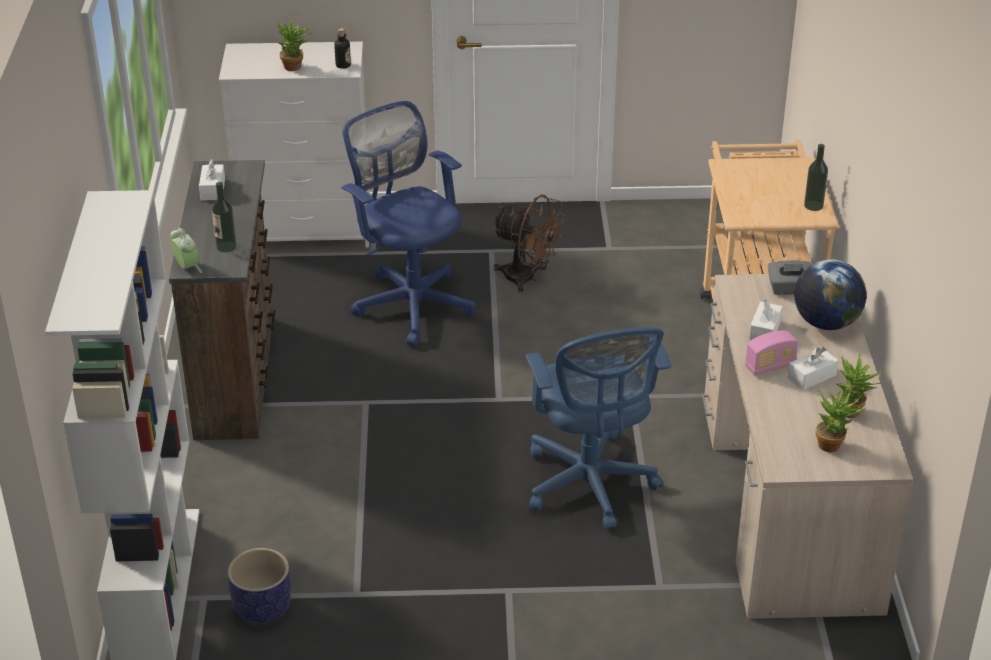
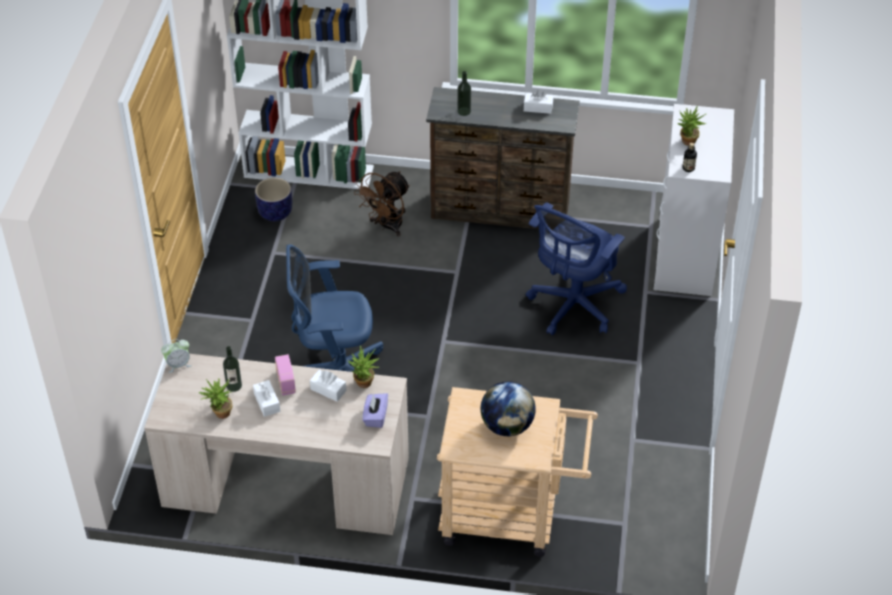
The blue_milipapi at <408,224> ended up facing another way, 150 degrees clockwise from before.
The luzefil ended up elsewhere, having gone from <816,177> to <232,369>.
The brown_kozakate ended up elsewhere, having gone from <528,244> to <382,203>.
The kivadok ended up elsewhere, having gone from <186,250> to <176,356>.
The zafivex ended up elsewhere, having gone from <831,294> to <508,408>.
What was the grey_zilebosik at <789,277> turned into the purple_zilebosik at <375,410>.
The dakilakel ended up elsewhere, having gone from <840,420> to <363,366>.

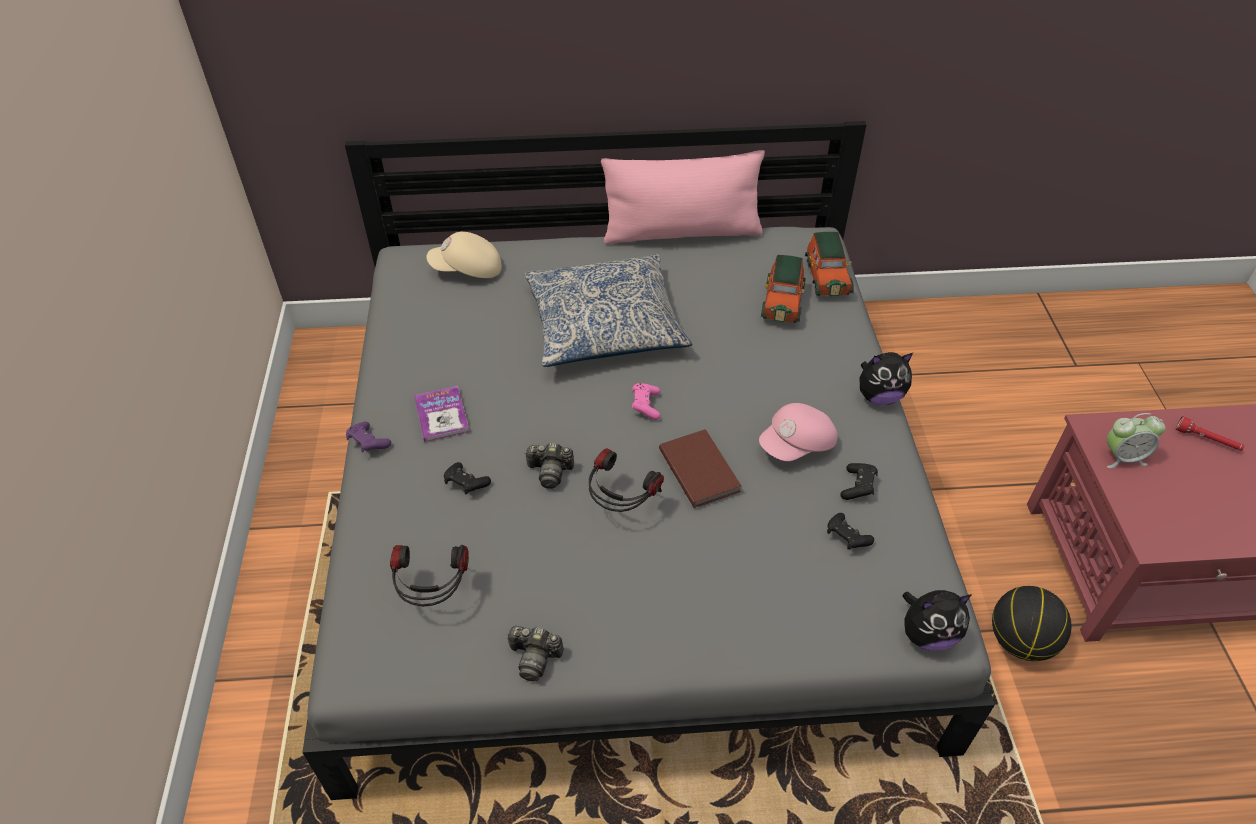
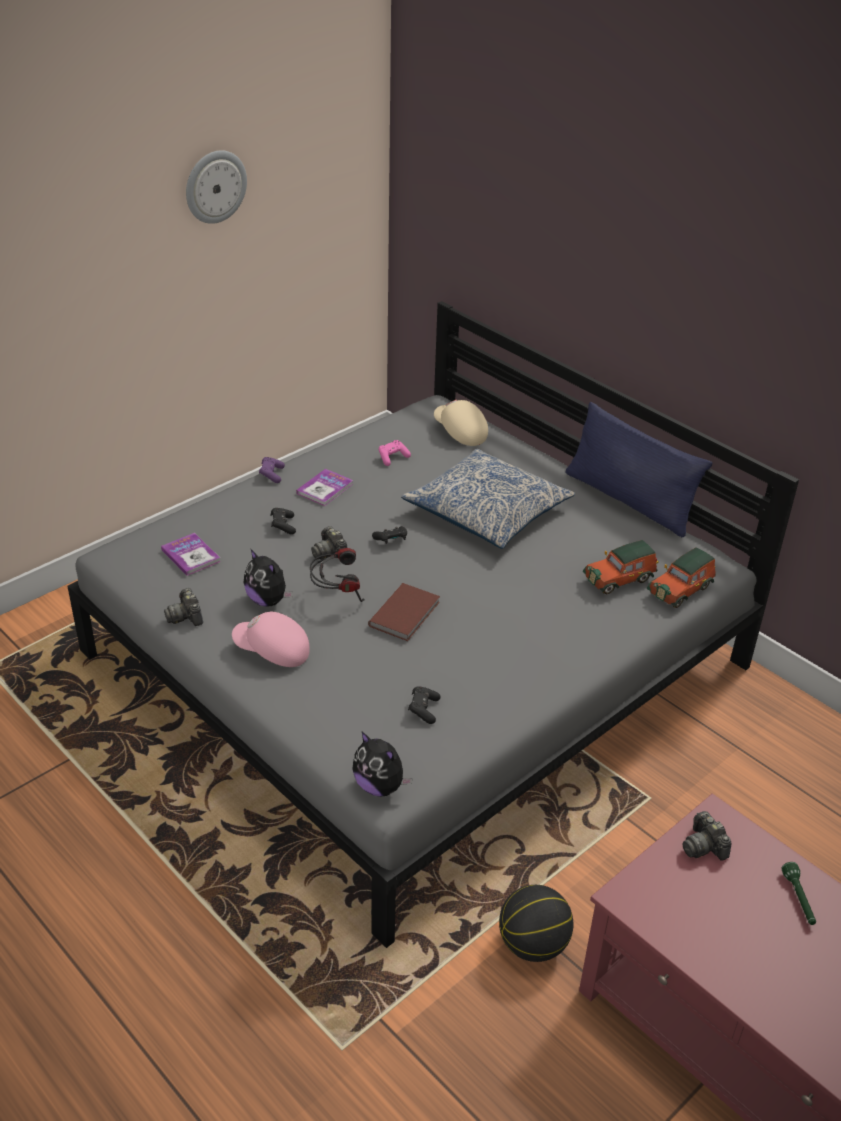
What was the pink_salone at <683,197> turned into the blue_salone at <638,469>.
The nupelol ended up elsewhere, having gone from <886,378> to <268,578>.
The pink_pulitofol ended up elsewhere, having gone from <646,401> to <395,453>.
The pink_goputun ended up elsewhere, having gone from <798,432> to <271,639>.
Where the kivadok stood at <1136,440>, the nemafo came to stand at <707,835>.
What was the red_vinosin at <1209,433> turned into the green_vinosin at <798,893>.
The black_pulitofol ended up elsewhere, having gone from <859,481> to <389,535>.
Where the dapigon stood at <429,576>, the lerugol came to stand at <190,554>.
The second view gained the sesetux at <216,187>.

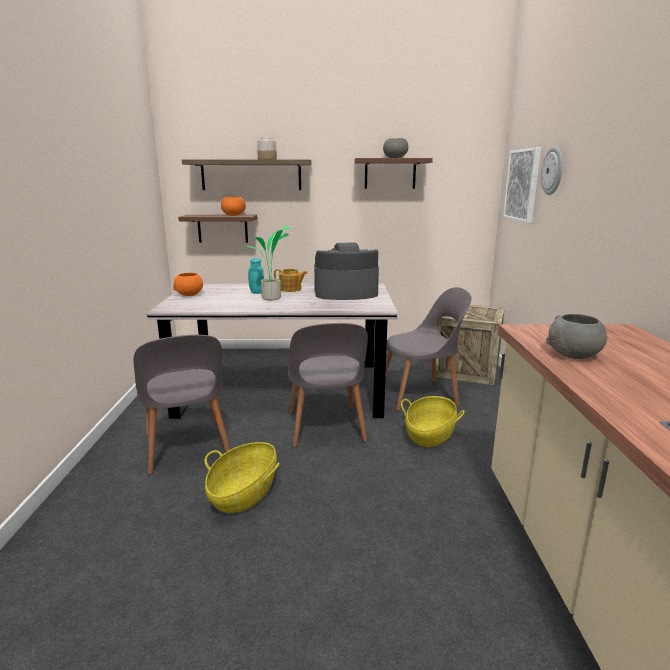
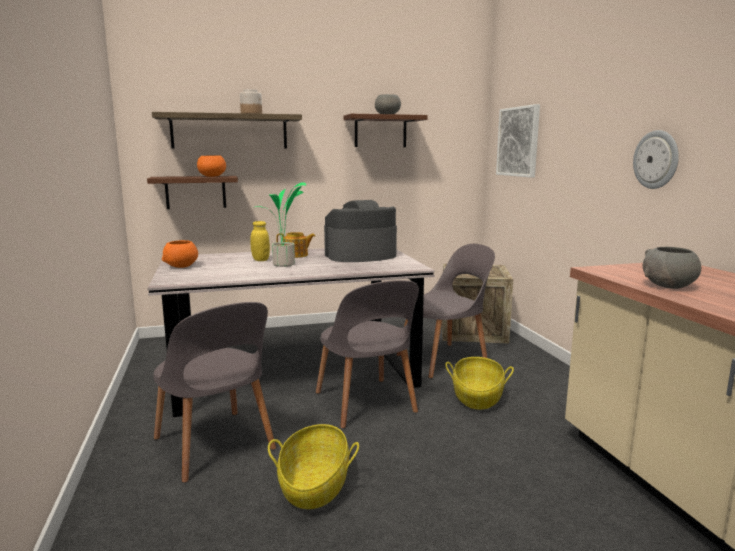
The sesetux ended up elsewhere, having gone from <552,170> to <656,159>.
What was the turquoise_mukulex at <256,276> turned into the yellow_mukulex at <260,241>.

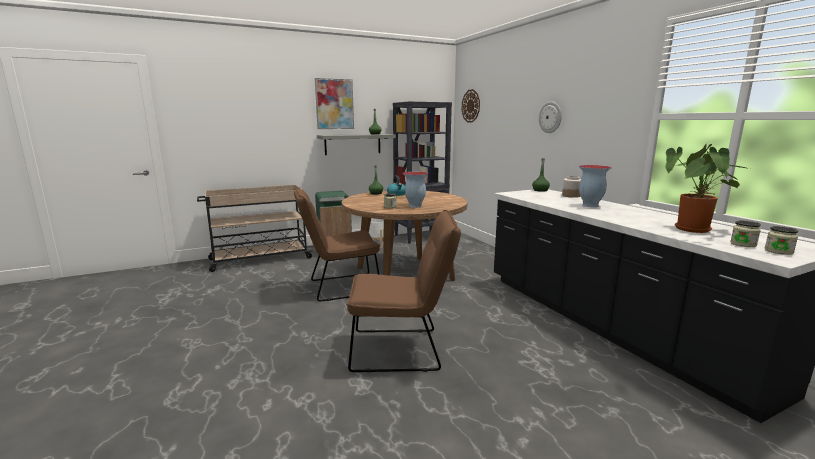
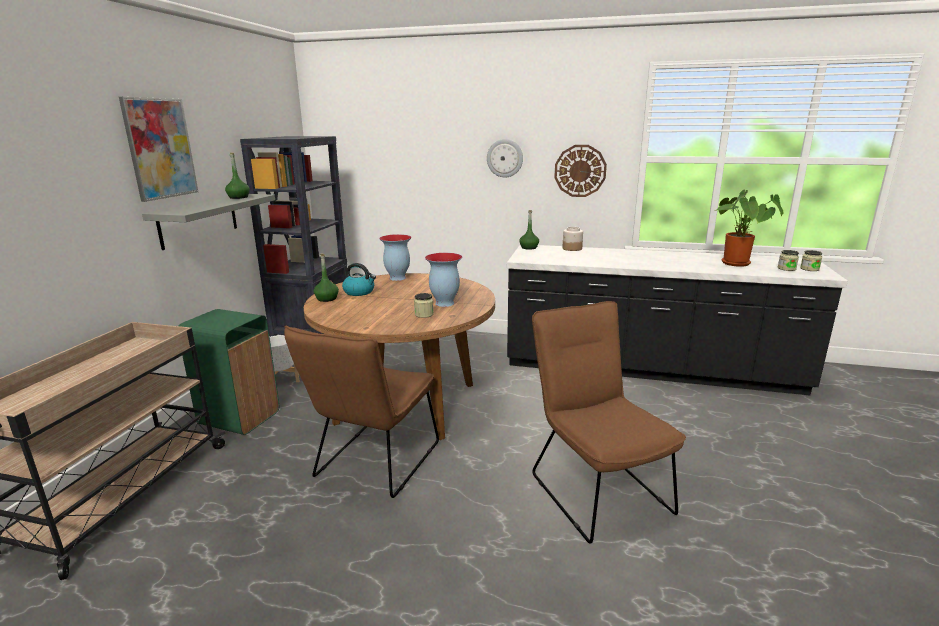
The sesetux ended up elsewhere, having gone from <471,106> to <580,171>.
The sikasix ended up elsewhere, having gone from <595,186> to <395,257>.
The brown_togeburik at <403,291> ended up facing another way, 60 degrees counterclockwise from before.

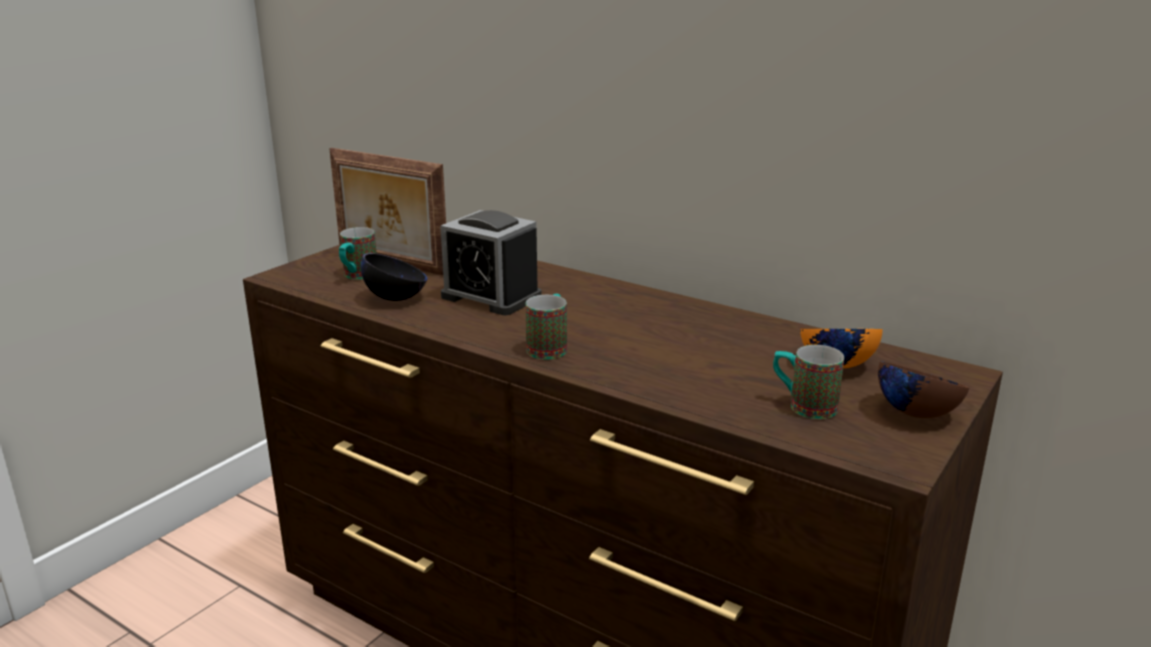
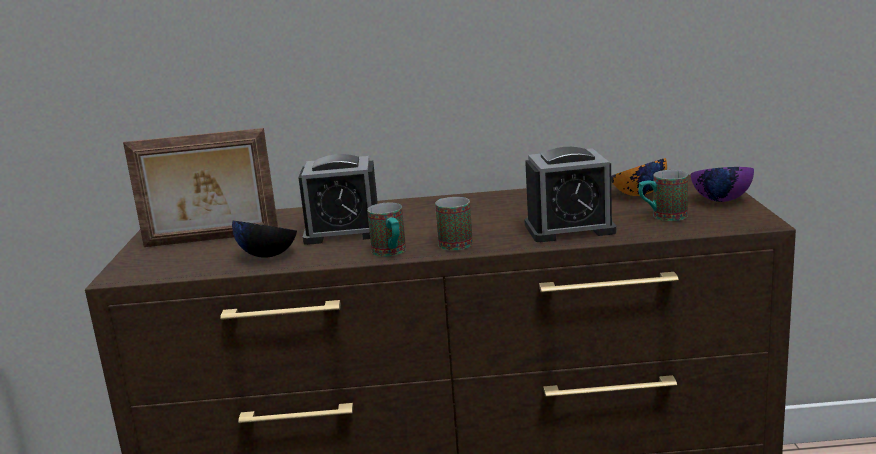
The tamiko ended up elsewhere, having gone from <358,253> to <386,229>.
What was the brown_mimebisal at <923,389> turned into the purple_mimebisal at <722,184>.
The second view gained the kivadok at <571,194>.

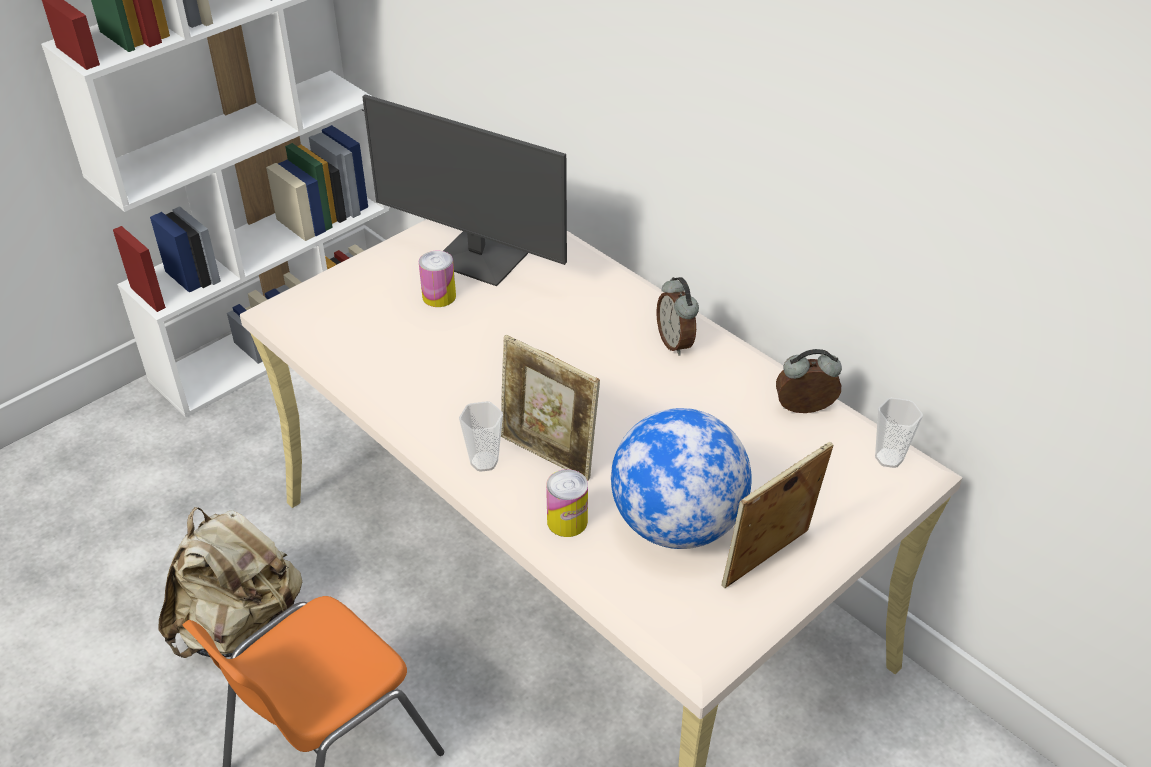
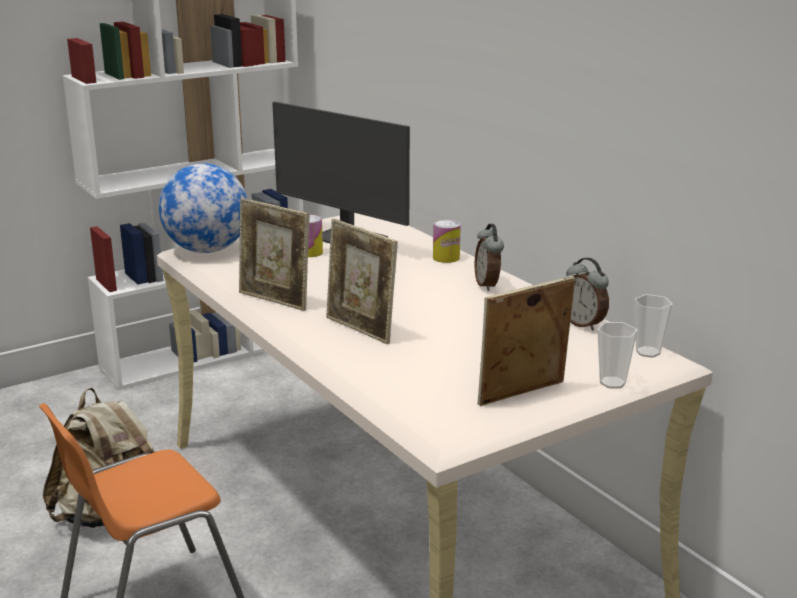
The kivadok at <809,381> ended up facing another way, 135 degrees counterclockwise from before.
The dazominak ended up elsewhere, having gone from <481,436> to <617,355>.
The zafivex ended up elsewhere, having gone from <681,478> to <203,208>.
The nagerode ended up elsewhere, having gone from <567,503> to <447,241>.
The second view gained the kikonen at <274,254>.

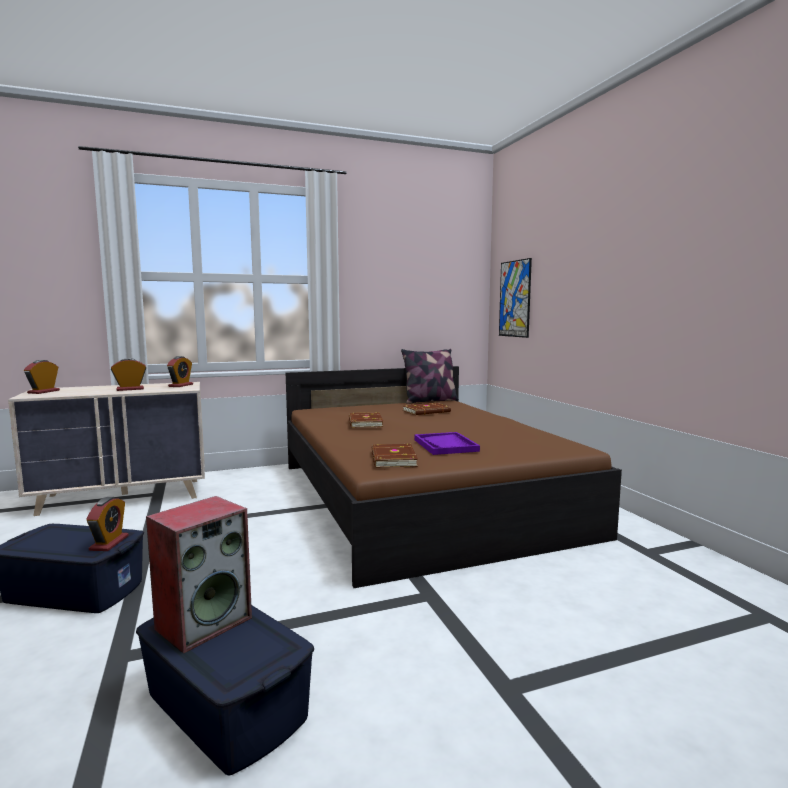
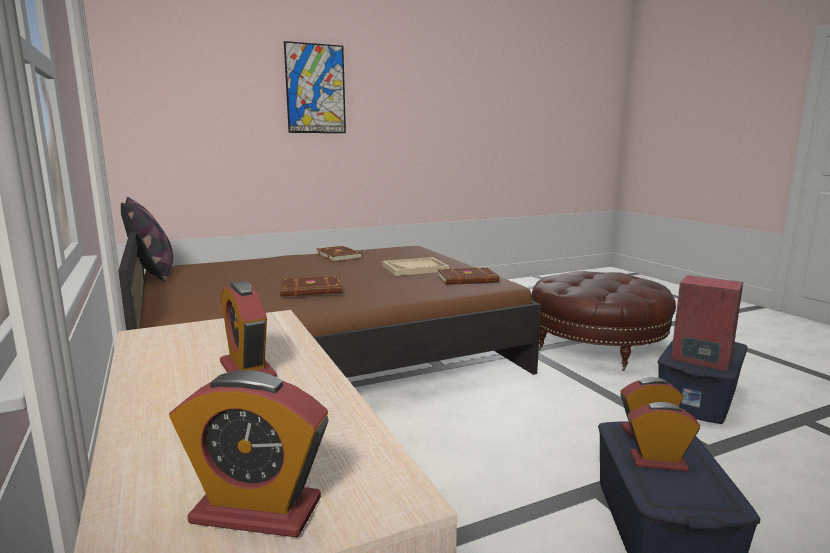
The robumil ended up elsewhere, having gone from <515,298> to <315,87>.
The kivadok ended up elsewhere, having gone from <180,371> to <663,437>.
The brown_lerugol ended up elsewhere, having gone from <427,409> to <340,254>.
What was the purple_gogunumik at <447,443> turned into the beige_gogunumik at <415,266>.
The second view gained the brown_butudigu at <603,321>.

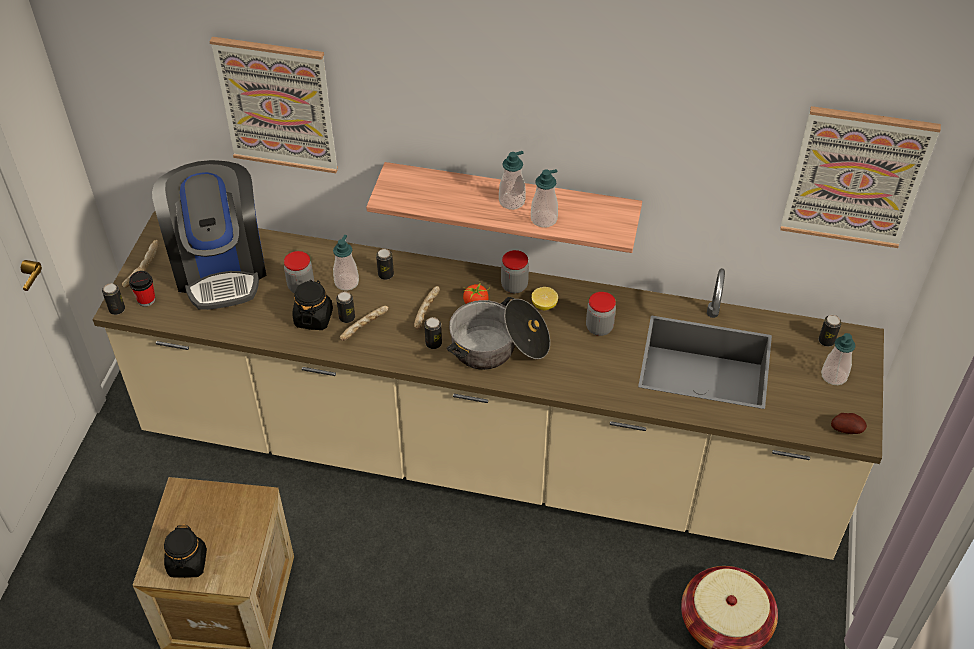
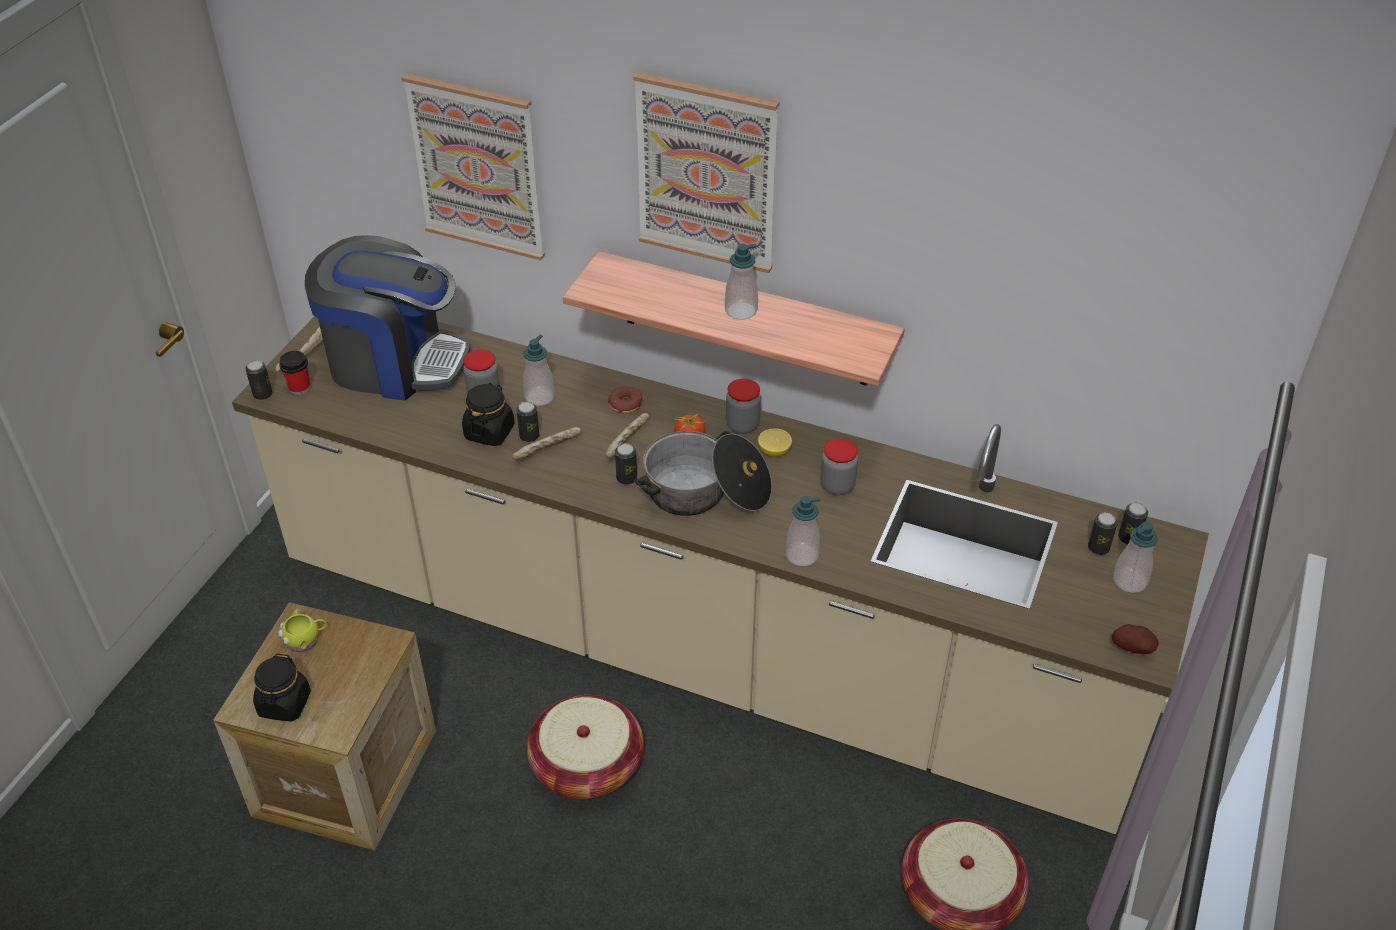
The robumil ended up elsewhere, having gone from <860,177> to <706,172>.
The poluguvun at <209,235> ended up facing another way, 75 degrees counterclockwise from before.
The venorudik ended up elsewhere, having gone from <544,198> to <802,531>.
The nagerode ended up elsewhere, having gone from <385,264> to <1103,533>.
The second view gained the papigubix at <625,400>.
The second view gained the yellow_tamiko at <302,630>.
The second view gained the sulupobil at <585,747>.

